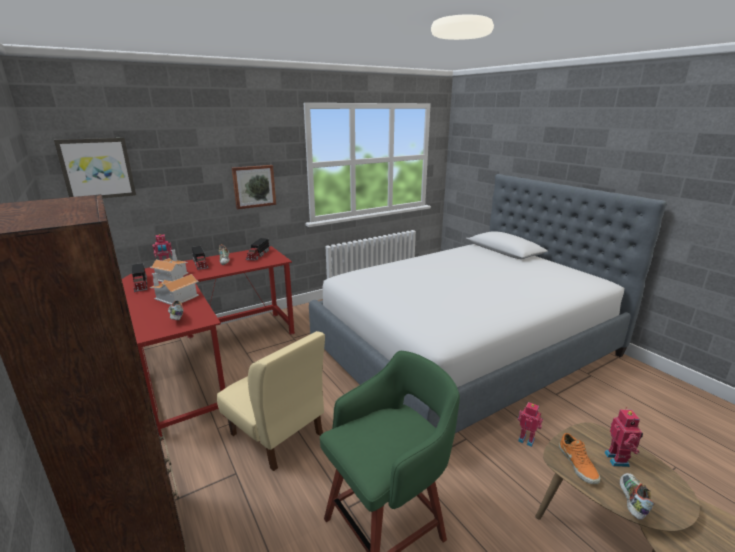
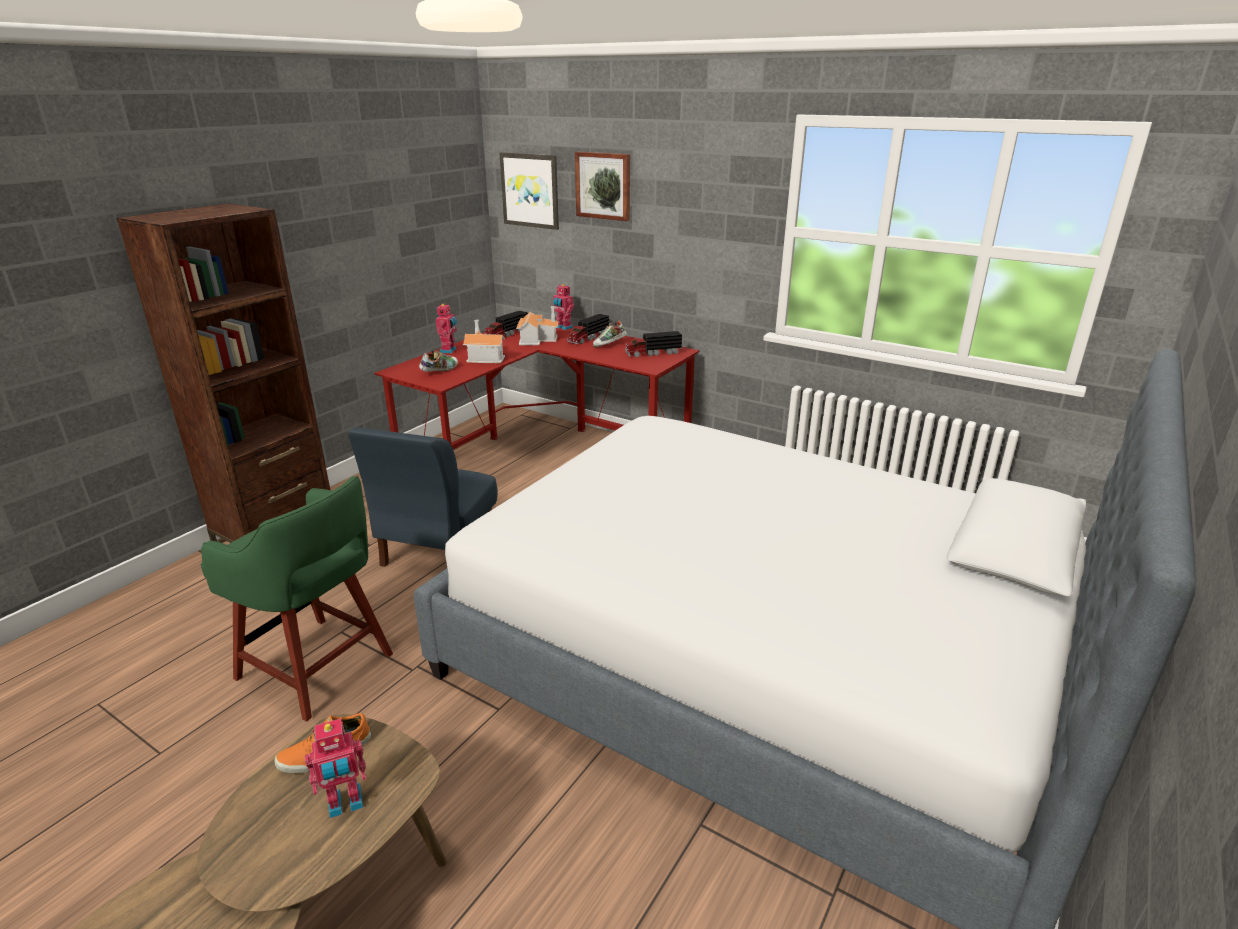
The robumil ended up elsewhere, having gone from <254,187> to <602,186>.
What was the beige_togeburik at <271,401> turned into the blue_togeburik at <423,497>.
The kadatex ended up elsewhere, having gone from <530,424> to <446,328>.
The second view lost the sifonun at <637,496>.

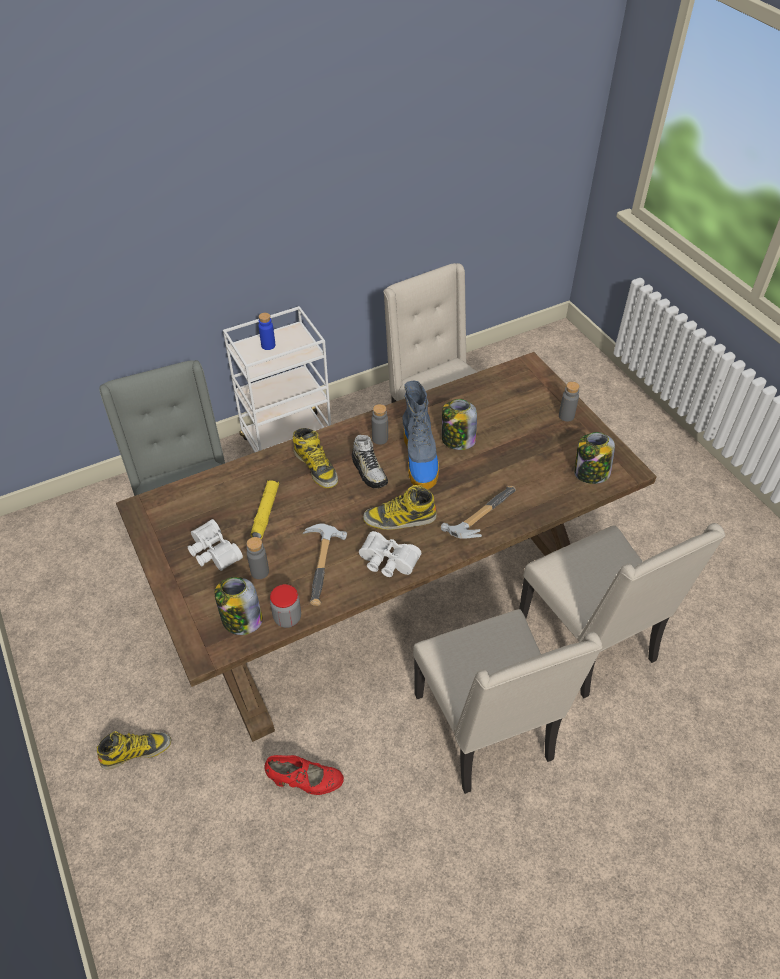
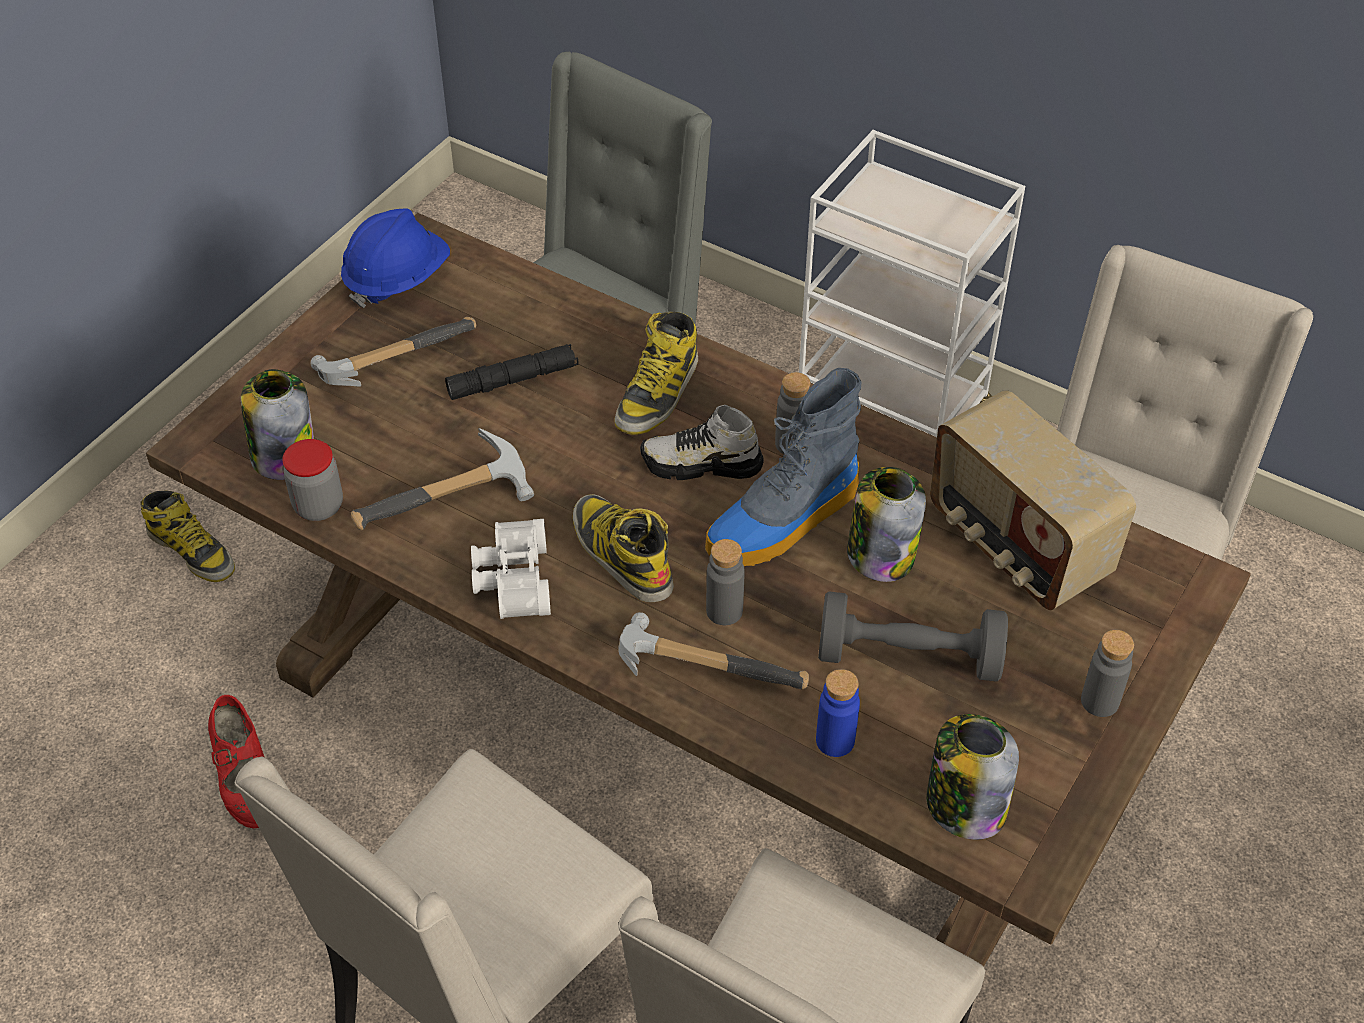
The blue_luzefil ended up elsewhere, having gone from <266,331> to <838,713>.
The sifonun at <370,461> ended up facing another way, 60 degrees clockwise from before.
What was the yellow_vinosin at <264,509> turned into the black_vinosin at <512,372>.
Where the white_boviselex stood at <215,545>, the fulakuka came to stand at <393,352>.
The grey_luzefil ended up elsewhere, having gone from <258,558> to <725,582>.
The second view gained the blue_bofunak at <395,258>.
The second view gained the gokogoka at <1033,500>.
The second view gained the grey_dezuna at <913,636>.

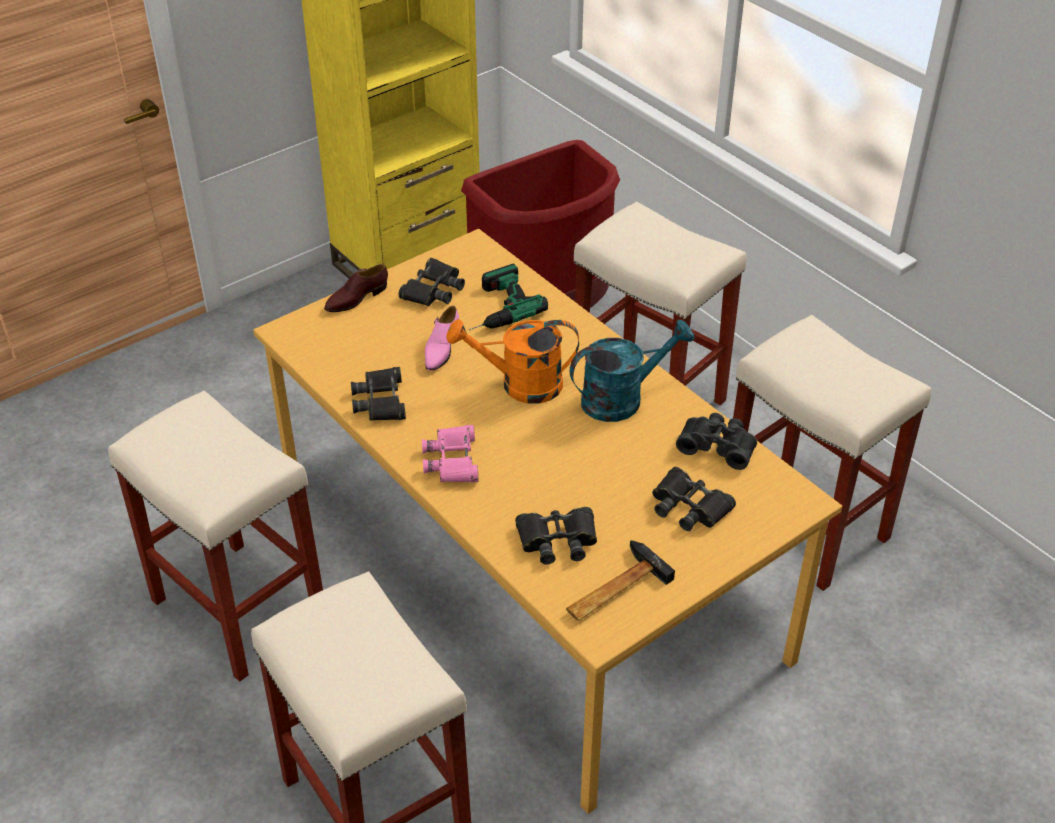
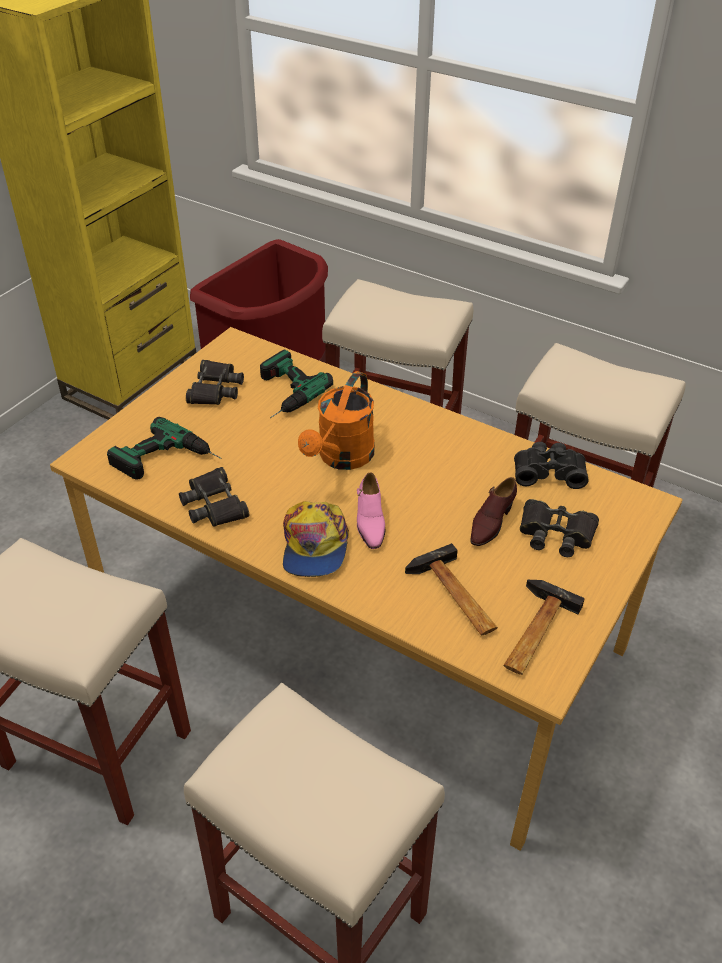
The brown_sifonun ended up elsewhere, having gone from <356,288> to <493,511>.
The pink_sifonun ended up elsewhere, having gone from <442,338> to <371,511>.
The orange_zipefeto at <513,361> ended up facing another way, 45 degrees counterclockwise from before.
The second view lost the turquoise_zipefeto at <632,371>.
Where the pink_boviselex stood at <450,453>, the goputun came to stand at <316,539>.
Where the black_boviselex stood at <556,536>, the fulakuka came to stand at <451,589>.
The second view gained the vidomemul at <164,448>.

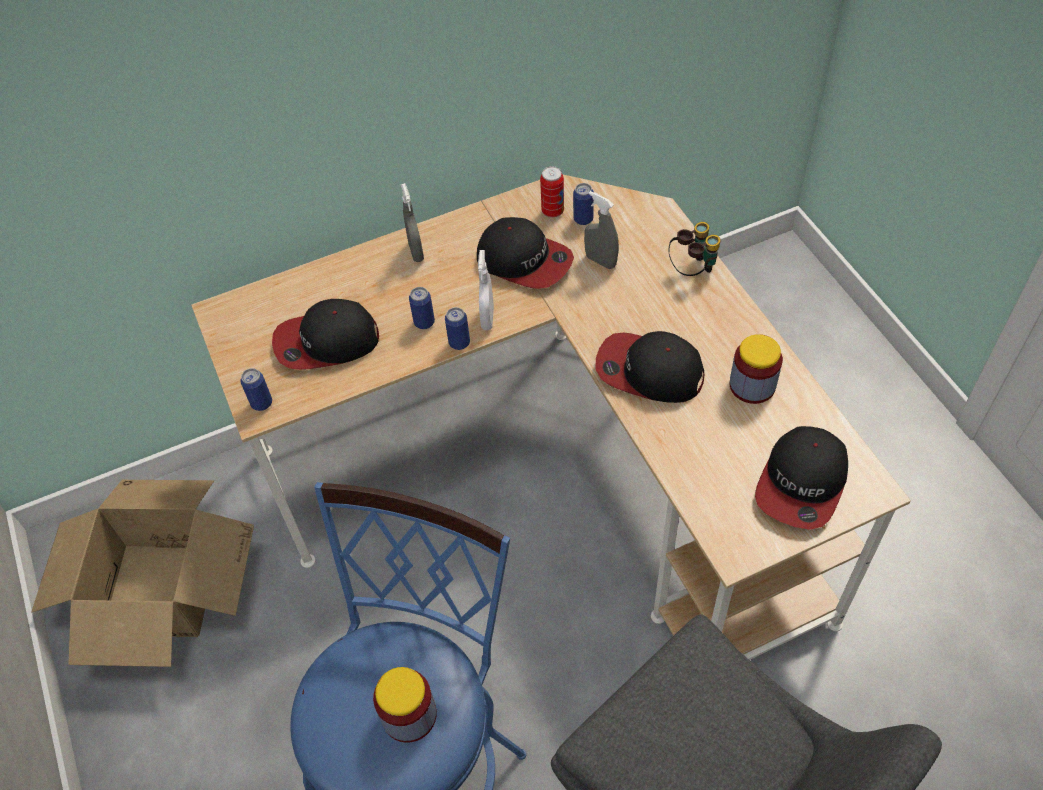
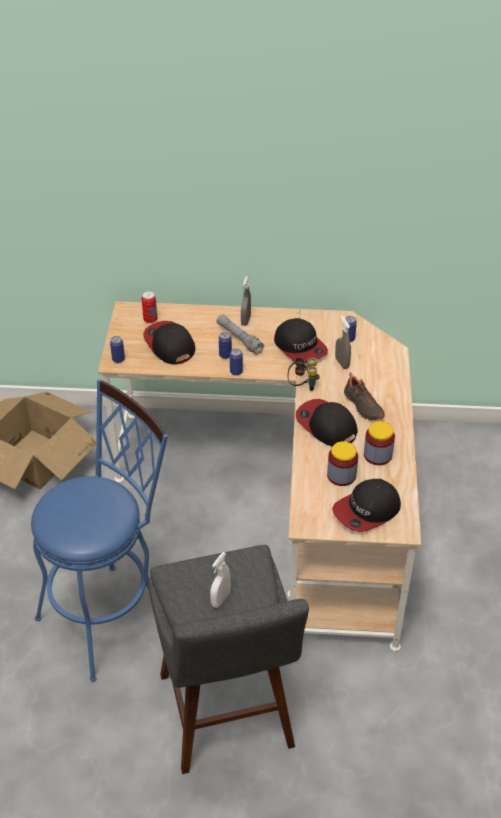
The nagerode ended up elsewhere, having gone from <552,192> to <149,307>.
The boviselex ended up elsewhere, having gone from <695,249> to <303,374>.
The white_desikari ended up elsewhere, having gone from <486,290> to <220,580>.
The goputun at <325,334> ended up facing another way, 45 degrees clockwise from before.
The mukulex ended up elsewhere, having gone from <405,705> to <342,463>.
The second view gained the grey_vinosin at <241,334>.
The second view gained the black_sifonun at <364,396>.

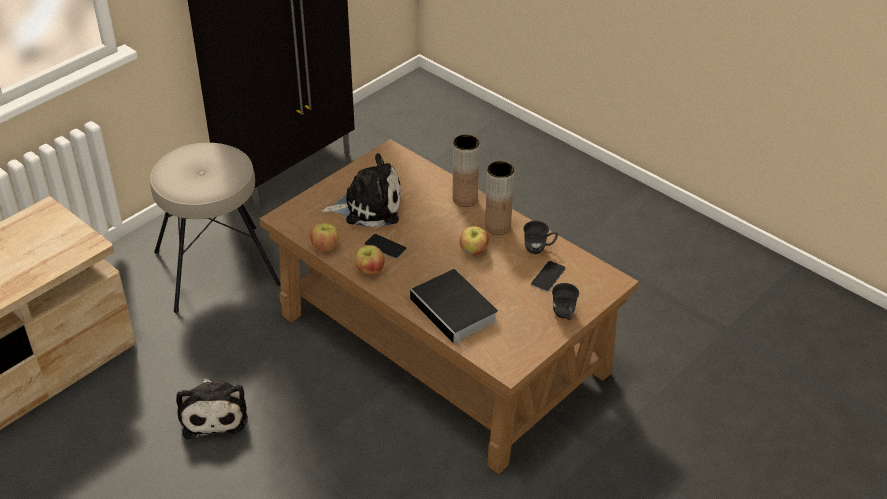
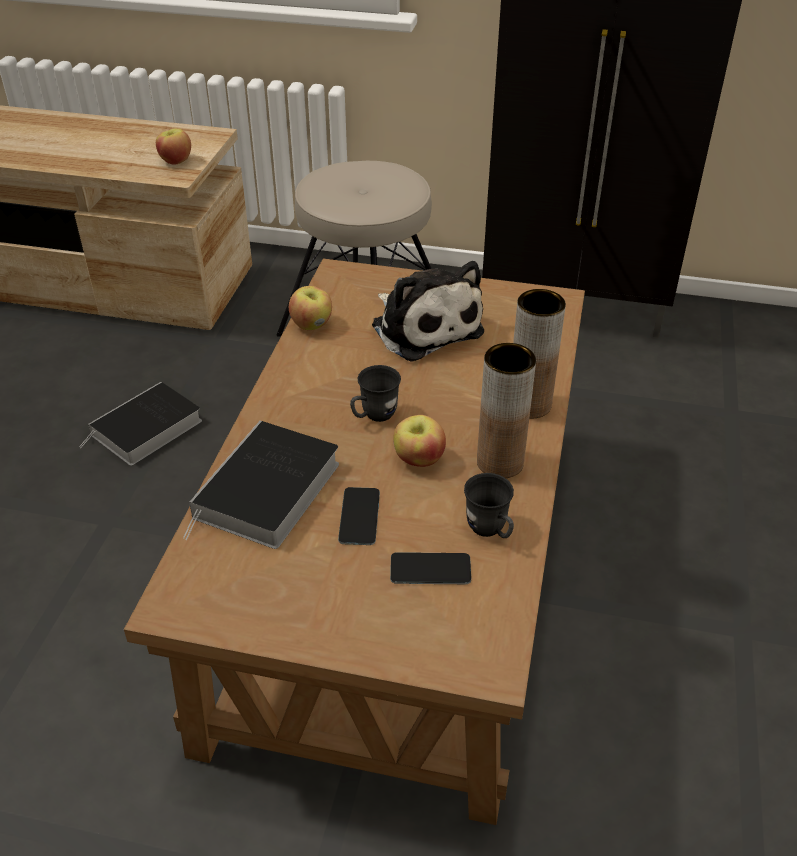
The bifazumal ended up elsewhere, having gone from <385,246> to <359,516>.
The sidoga ended up elsewhere, having gone from <369,260> to <173,146>.
The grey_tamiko ended up elsewhere, having gone from <565,301> to <375,393>.
Where the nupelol stood at <212,409>, the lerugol came to stand at <140,424>.

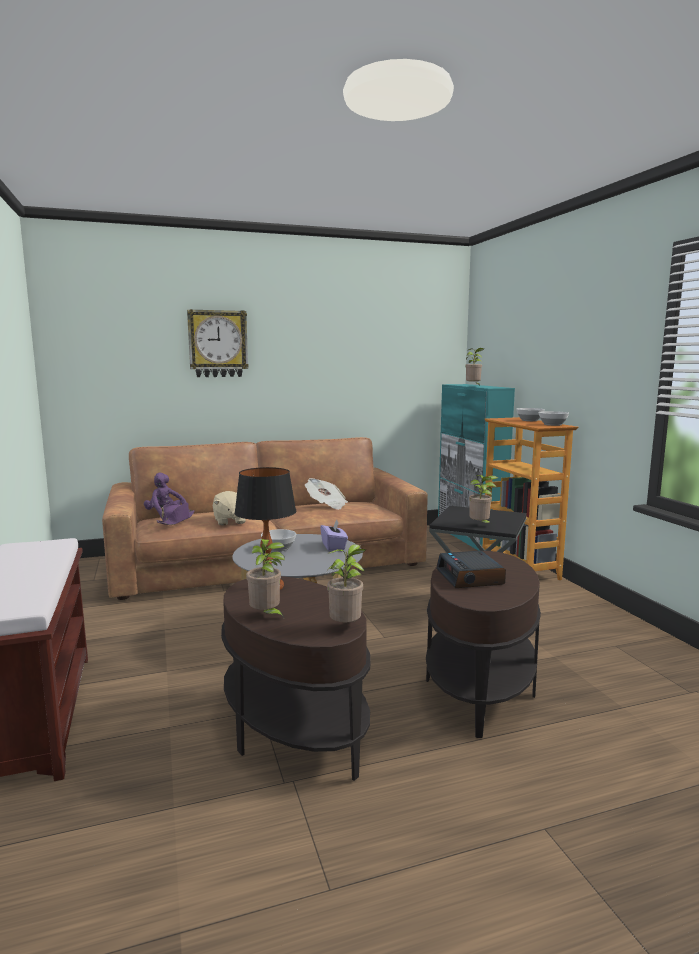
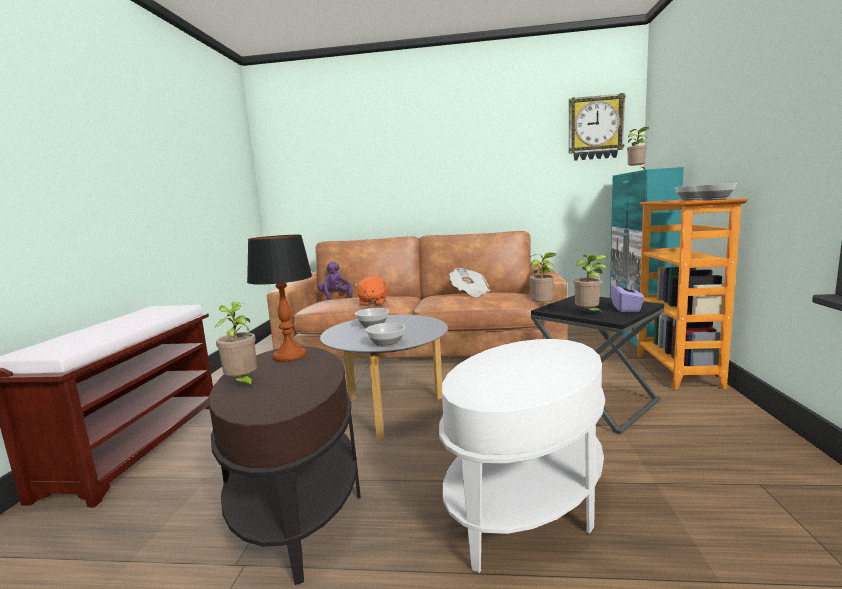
The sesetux ended up elsewhere, having gone from <218,343> to <597,127>.
What was the beige_nupelol at <229,508> turned into the orange_nupelol at <371,291>.
The second view lost the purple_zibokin at <175,514>.
The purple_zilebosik ended up elsewhere, having gone from <334,535> to <628,296>.
The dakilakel ended up elsewhere, having gone from <346,583> to <542,278>.
What was the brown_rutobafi at <483,644> turned into the white_rutobafi at <522,456>.
The second view lost the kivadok at <471,569>.
The second view gained the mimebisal at <385,335>.

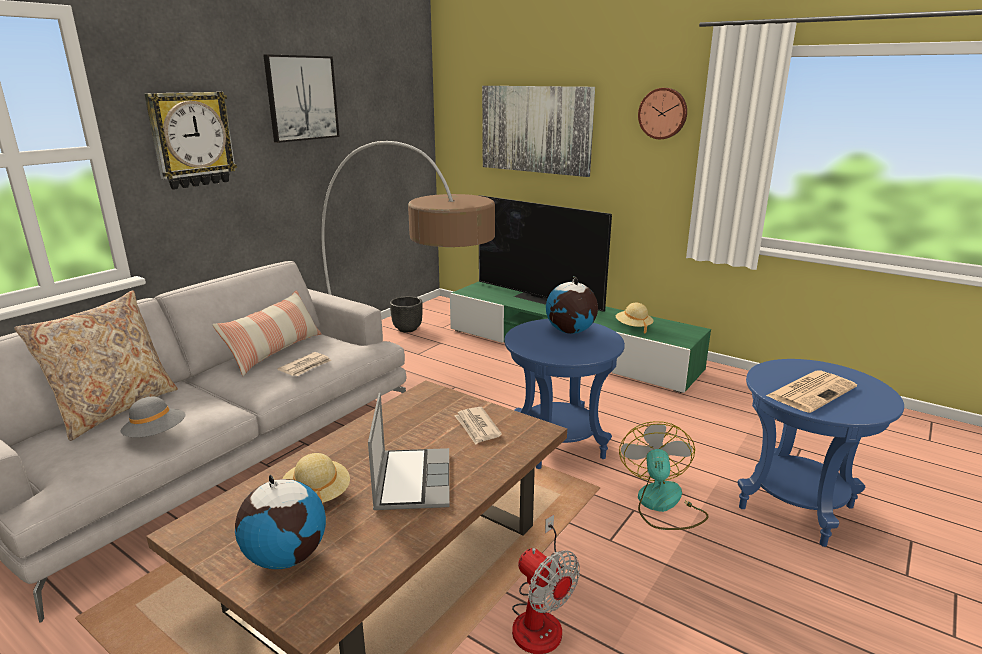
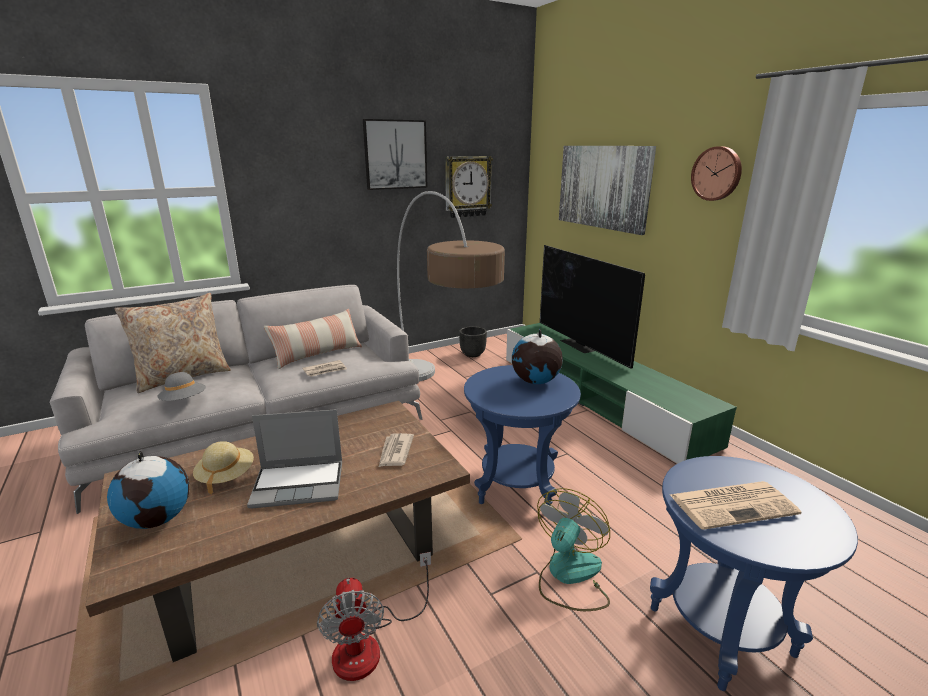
The sesetux ended up elsewhere, having gone from <191,141> to <469,187>.
The second view lost the beige_zibokin at <635,318>.
The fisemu at <408,451> ended up facing another way, 60 degrees clockwise from before.

